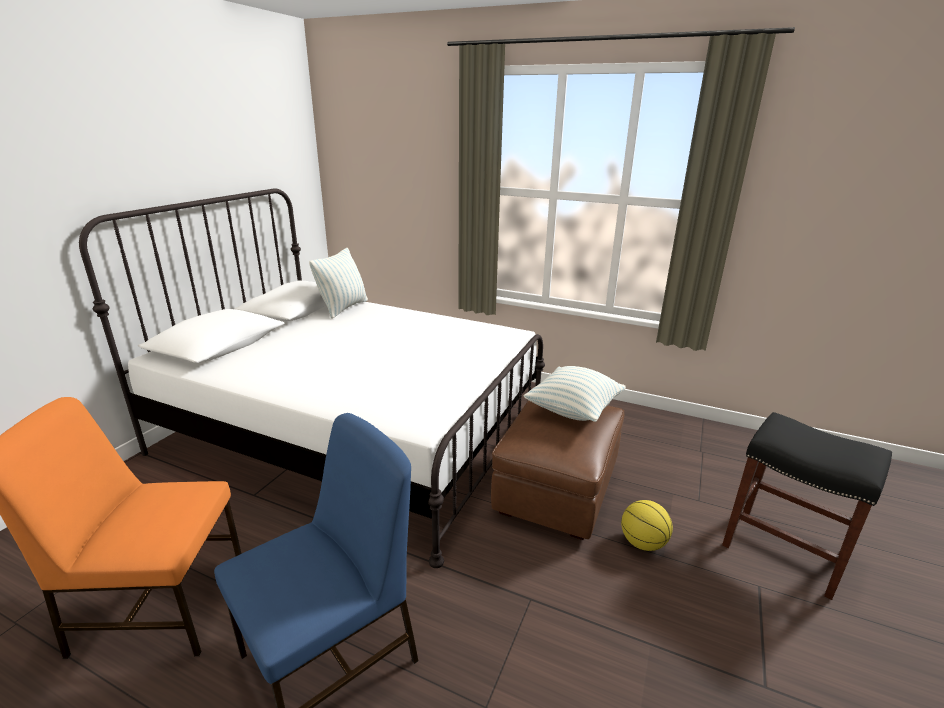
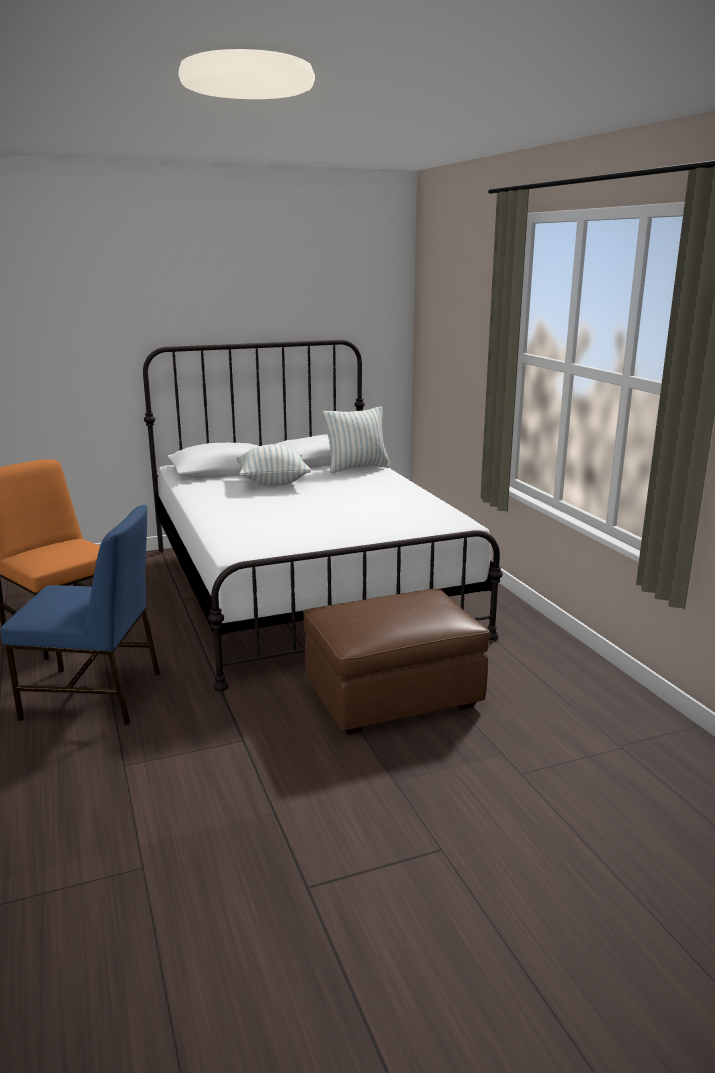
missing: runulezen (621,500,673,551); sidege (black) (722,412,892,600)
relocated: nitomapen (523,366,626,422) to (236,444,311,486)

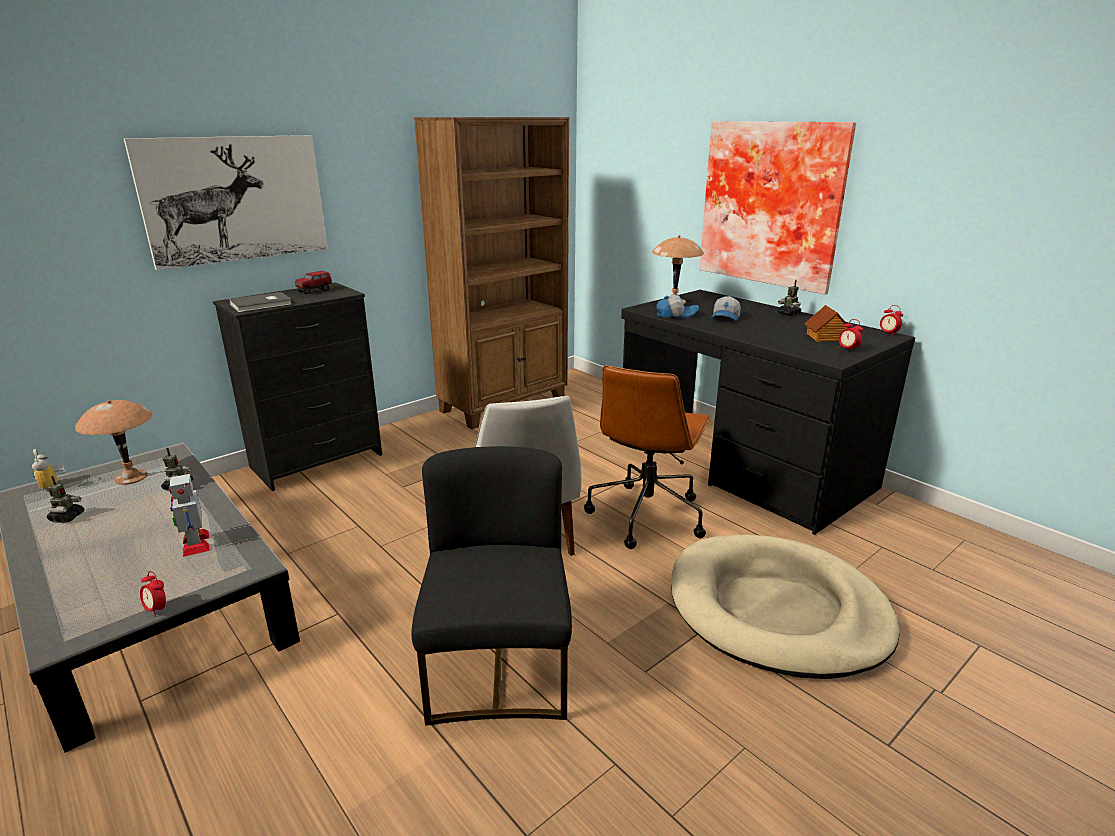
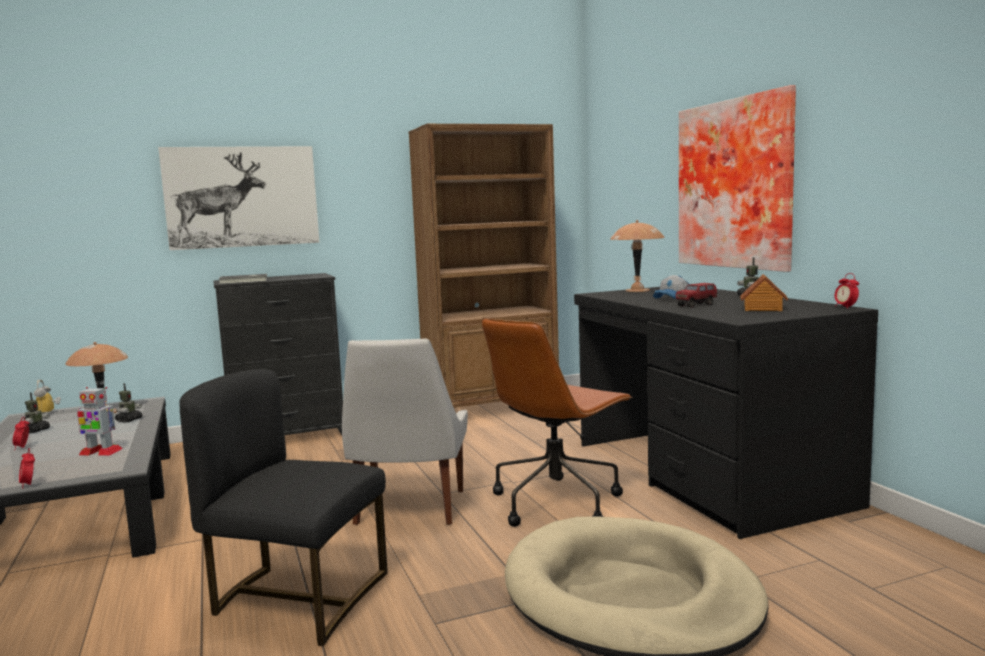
missing: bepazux (656,295,699,318)
relocated: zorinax (838,319,863,352) to (13,416,29,448); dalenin (295,271,332,294) to (676,283,717,308)
spun: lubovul (169,472,209,557) = (77,387,123,456) 75 degrees counterclockwise; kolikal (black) (411,446,572,726) = (180,369,388,646) 90 degrees counterclockwise

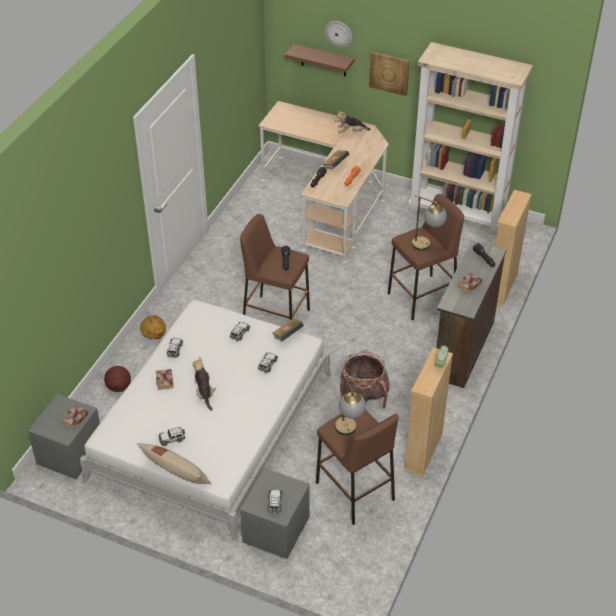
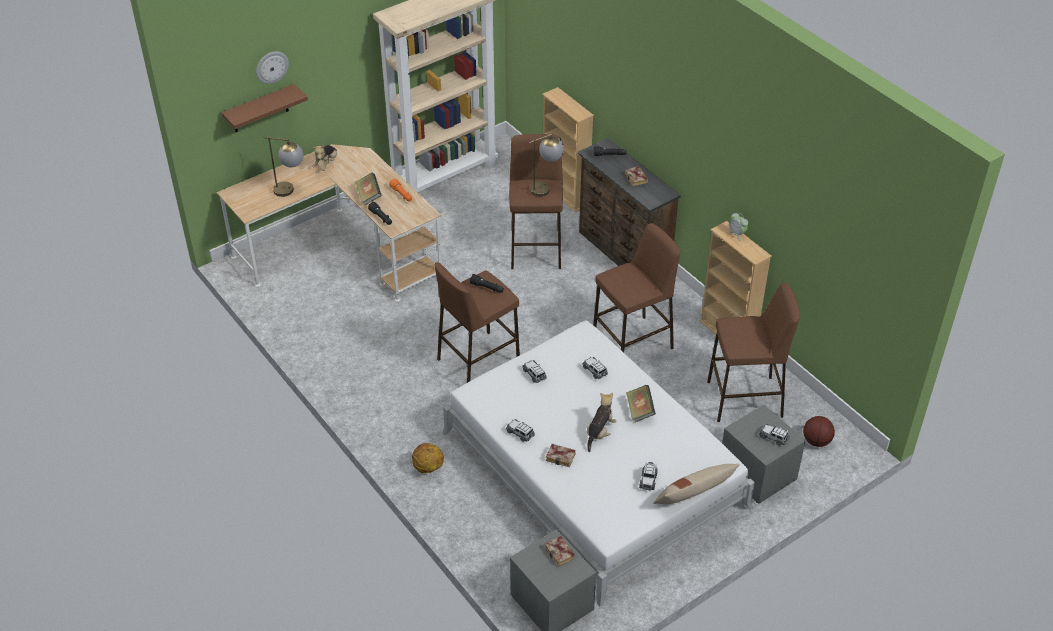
missing: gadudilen (369,52,410,96)
relocated: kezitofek (335,371,366,436) to (263,137,303,197); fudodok (272,318,304,341) to (626,385,656,422); runulezen (104,366,131,392) to (803,416,835,447)
exchanged: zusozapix (340,350,389,408) to sidege (brown) (593,223,680,352)
spun: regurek (193,356,216,411) = (587,392,616,452) 105 degrees clockwise

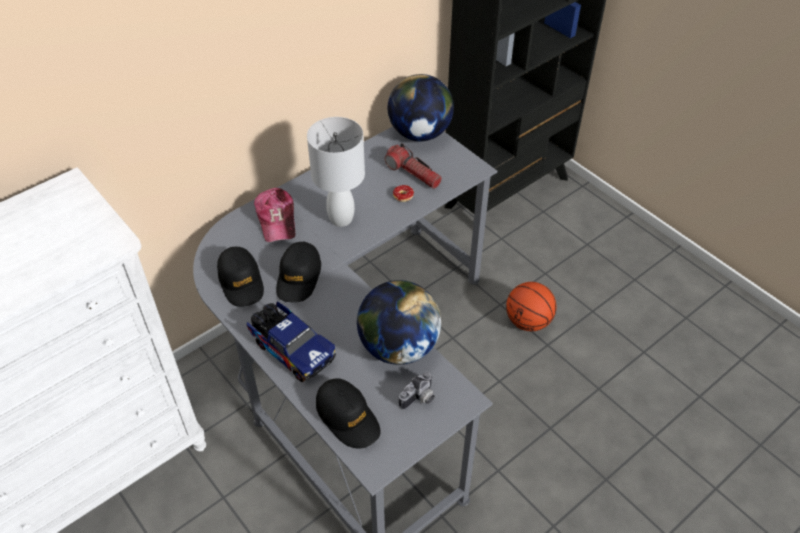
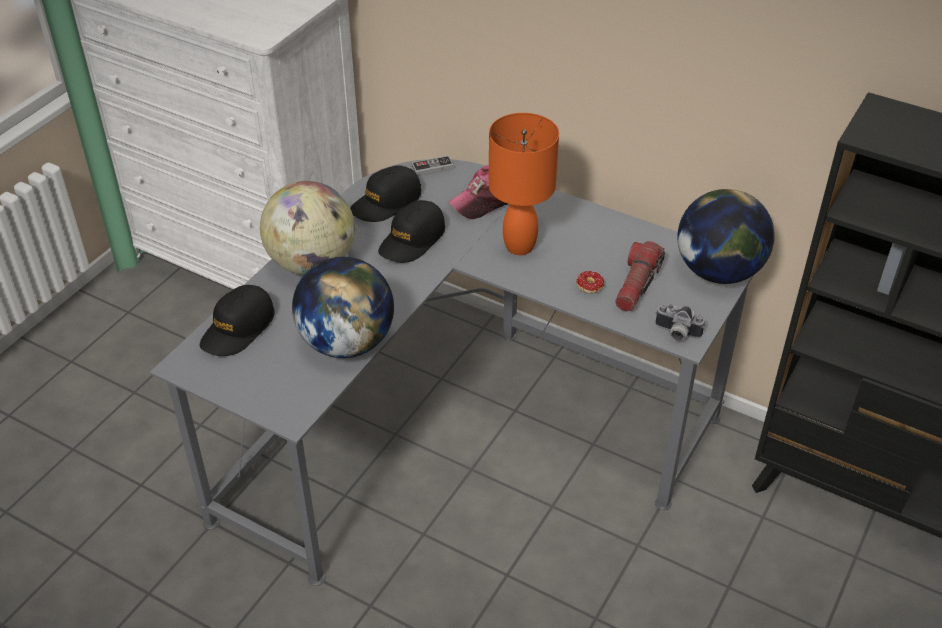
missing: runulezen (506,282,556,331)
appeared: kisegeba (412,155,454,176)
relocated: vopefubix (399,372,435,410) to (655,304,705,341)
exchanged: dalenin (247,301,336,382) to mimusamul (260,181,355,275)
colour: kezitofek (white) (307,117,365,227) to kezitofek (orange) (488,113,559,255)
spun: bepazux (black) (276,242,321,303) = (378,200,445,263) 45 degrees counterclockwise

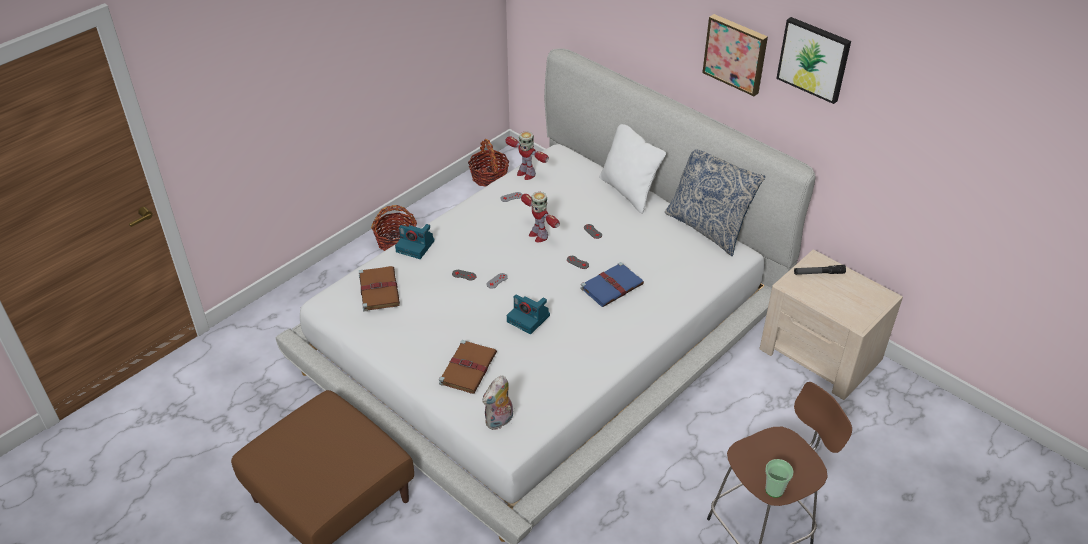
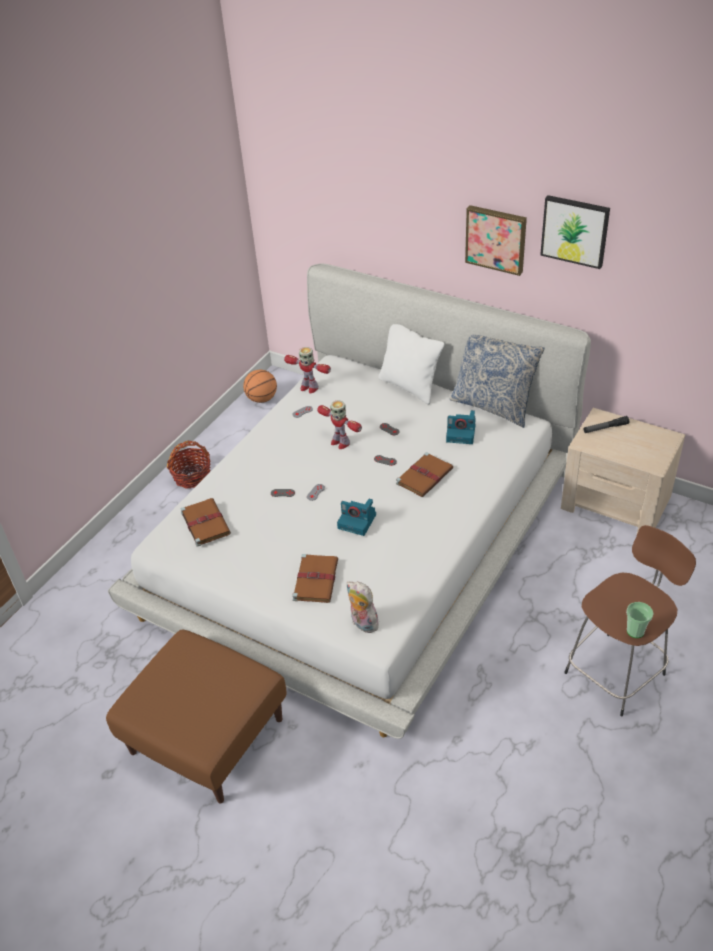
relocated: vopefubix (395,224,435,259) to (446,410,476,444)
exchanged: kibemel (468,139,509,187) to runulezen (243,370,277,403)
colour: fudodok (blue) (581,262,644,307) to fudodok (brown) (396,452,453,497)
spun: regurek (482,376,513,430) = (347,582,380,633) 105 degrees clockwise

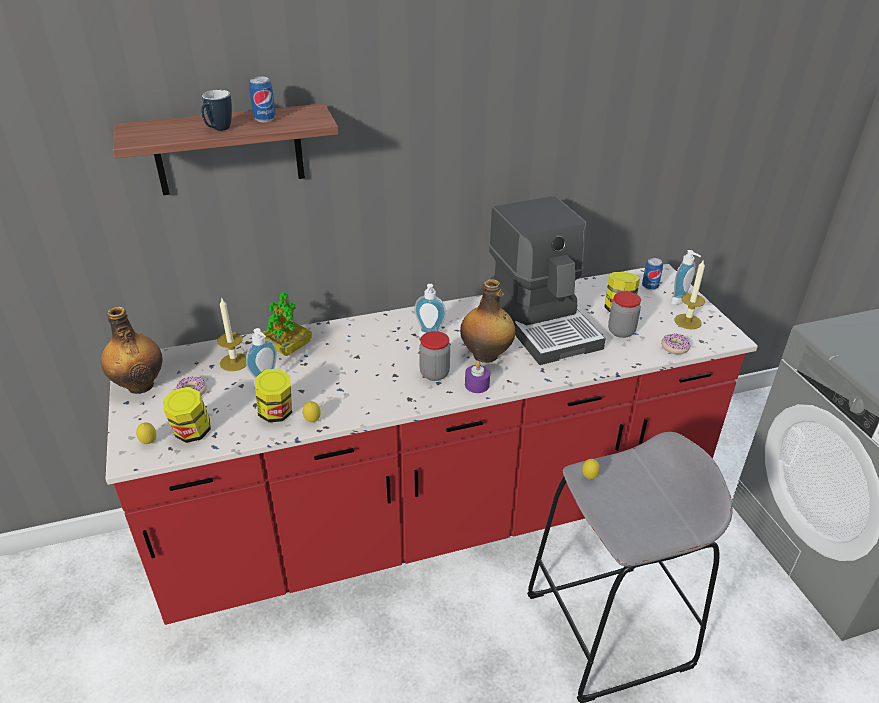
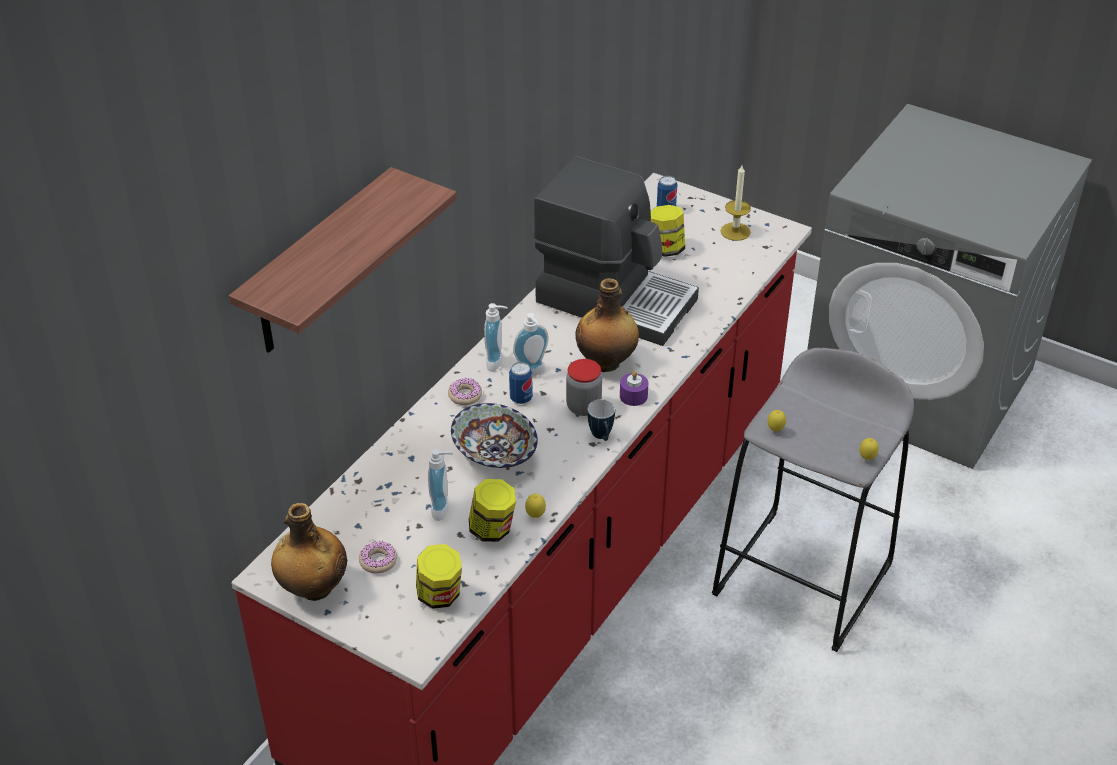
missing: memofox (217,297,246,371); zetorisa (263,292,312,356); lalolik (608,291,641,338)
appeared: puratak (451,403,538,468)
relocated: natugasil (661,334,690,354) to (448,378,482,405); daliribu (671,250,701,305) to (484,303,508,372); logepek (249,76,276,122) to (509,362,533,404); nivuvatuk (201,90,232,131) to (587,399,615,441); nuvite (136,422,156,444) to (860,438,879,460)

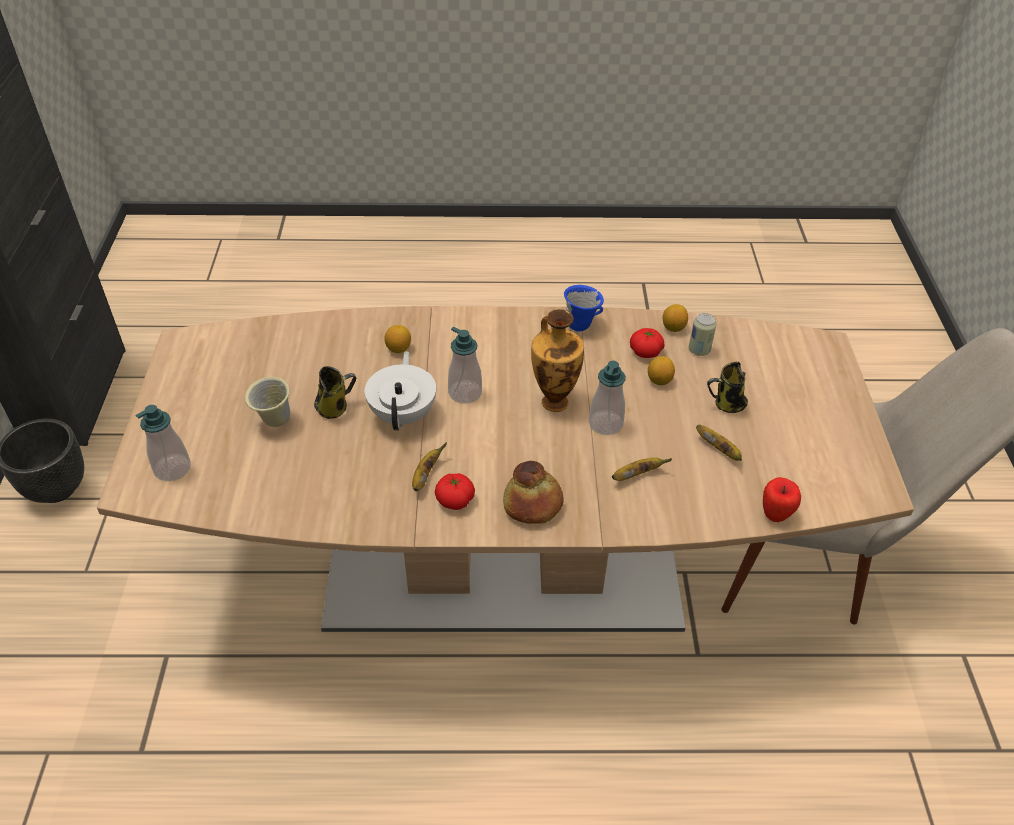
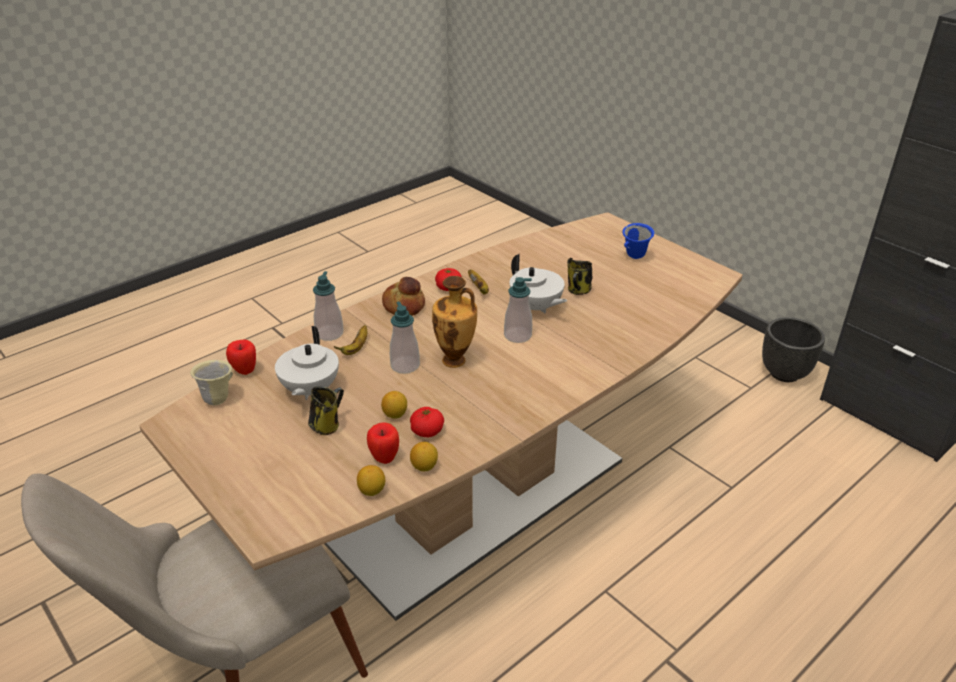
relocated: nivuvatuk (beige) (245,377,290,427) to (190,360,233,405); daliribu (136,405,191,481) to (313,271,344,341); nuvite (384,325,411,353) to (357,465,385,496); nivuvatuk (blue) (564,285,604,331) to (622,223,654,259)
exchanged: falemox (696,425,742,461) to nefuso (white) (275,326,339,400); logepek (689,313,716,356) to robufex (367,422,399,464)

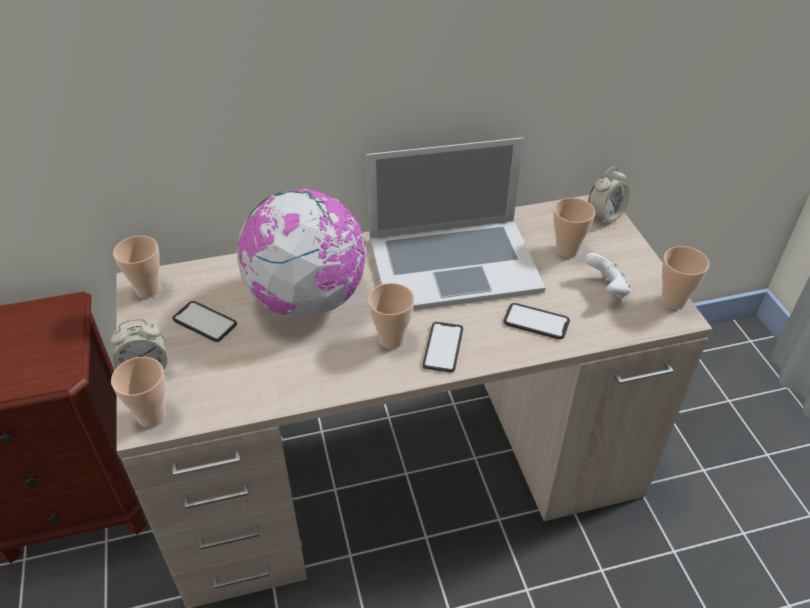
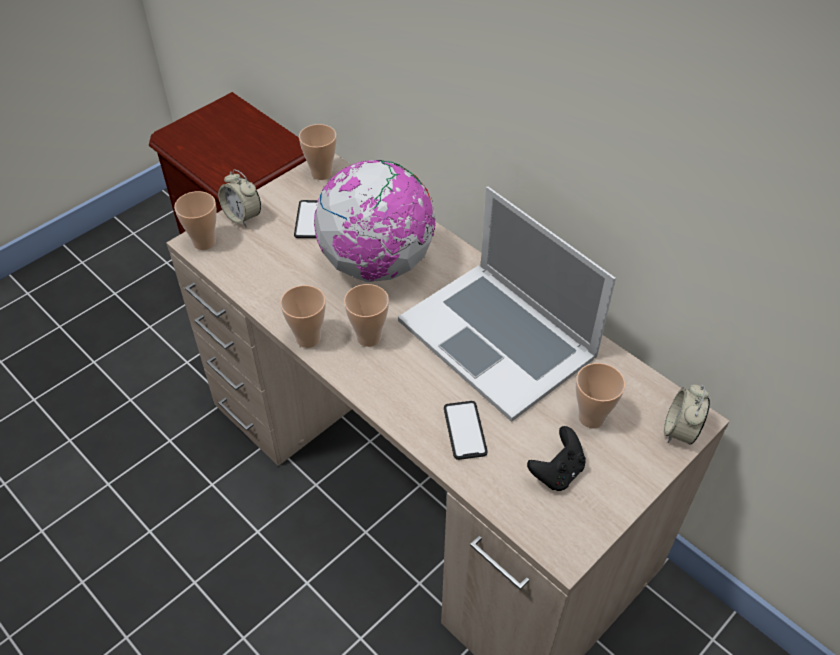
missing: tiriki (423,322,463,373)
relocated: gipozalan (661,246,709,309) to (280,285,326,348)
colour: kisegeba (white) (584,253,631,298) to kisegeba (black) (527,426,586,491)
spun: zorinax (588,166,630,225) = (664,385,710,445) 90 degrees clockwise

